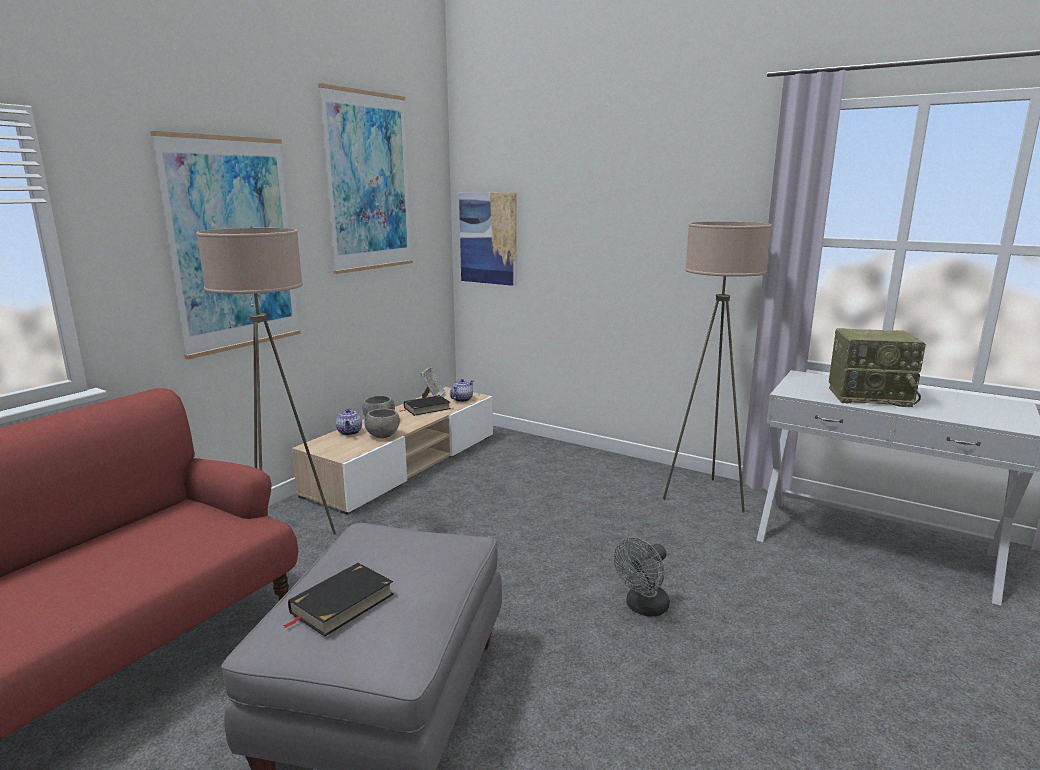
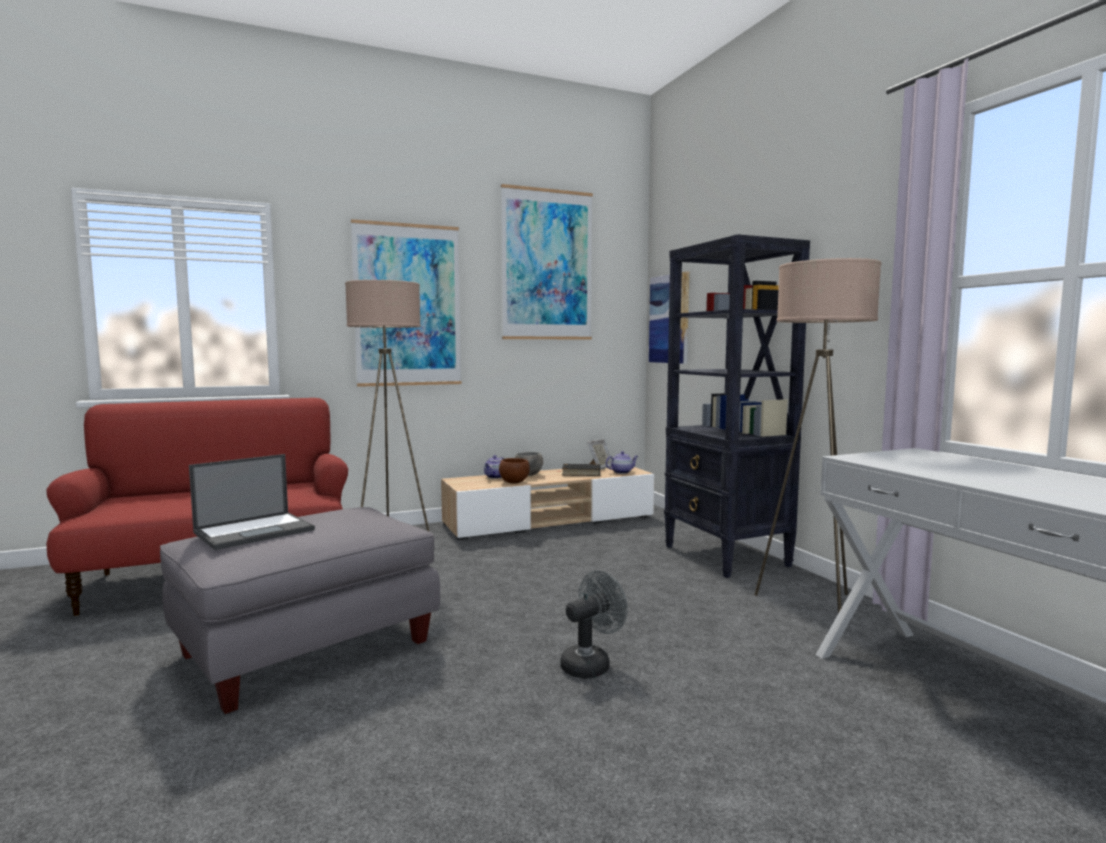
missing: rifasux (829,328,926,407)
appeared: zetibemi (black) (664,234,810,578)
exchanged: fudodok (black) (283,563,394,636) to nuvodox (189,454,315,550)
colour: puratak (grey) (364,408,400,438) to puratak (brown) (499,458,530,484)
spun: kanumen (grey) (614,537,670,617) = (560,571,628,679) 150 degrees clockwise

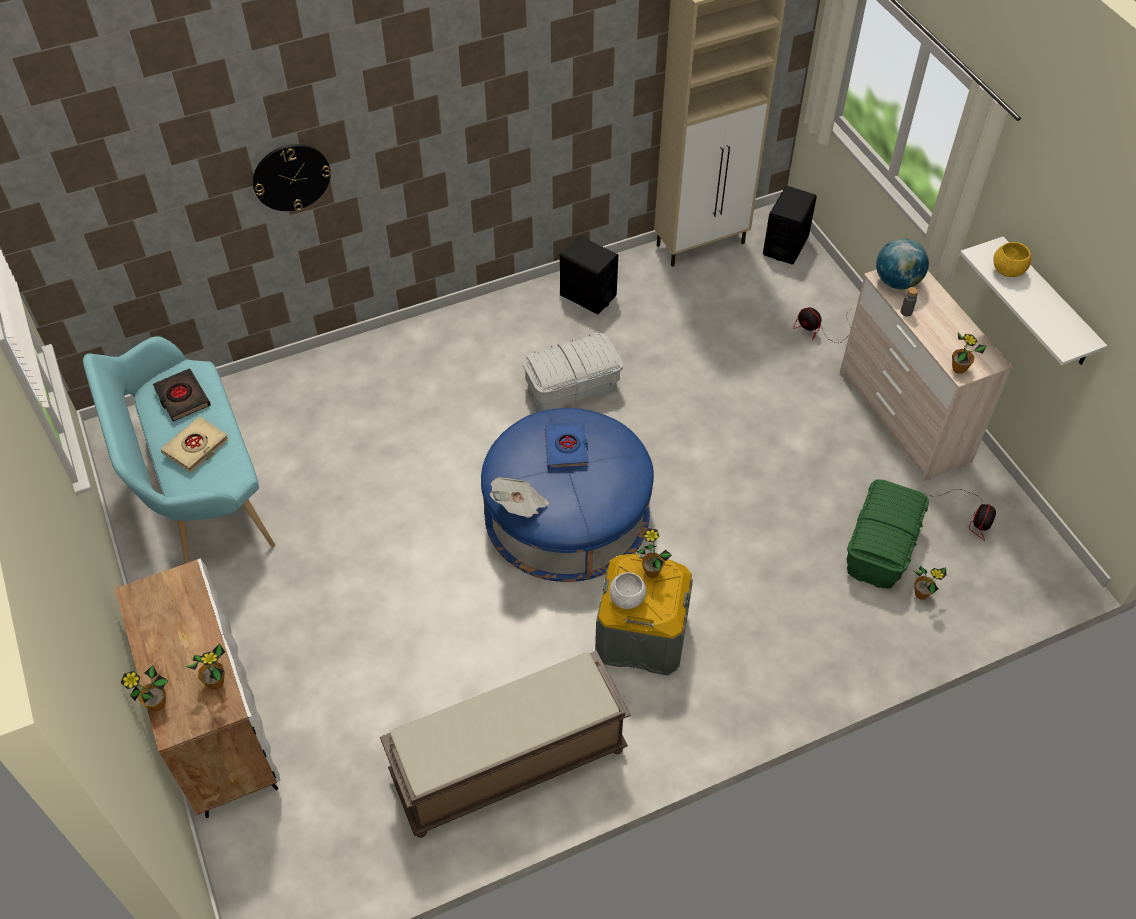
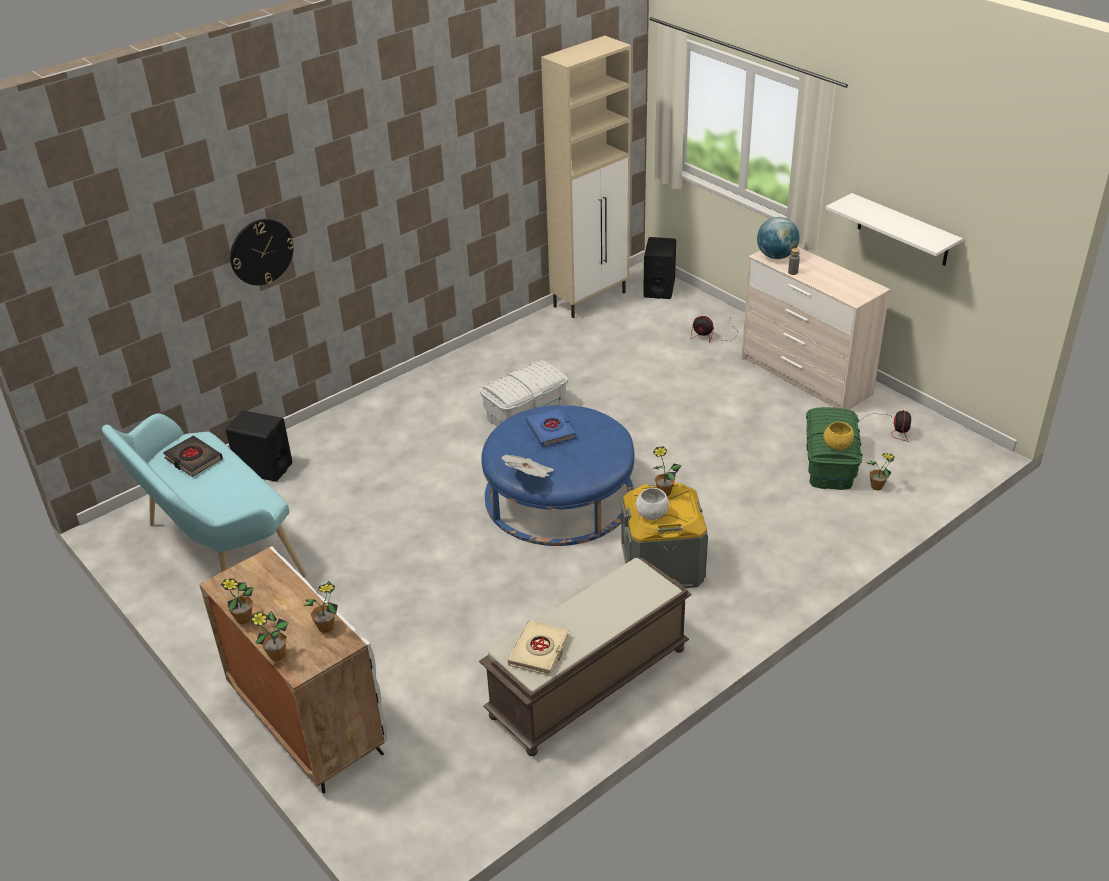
relocated: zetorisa (952,333,987,374) to (221,579,254,624); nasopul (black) (559,236,618,314) to (225,410,292,482); fudodok (beige) (161,416,229,472) to (508,620,570,676); puratak (yellow) (994,242,1031,277) to (823,422,854,450)

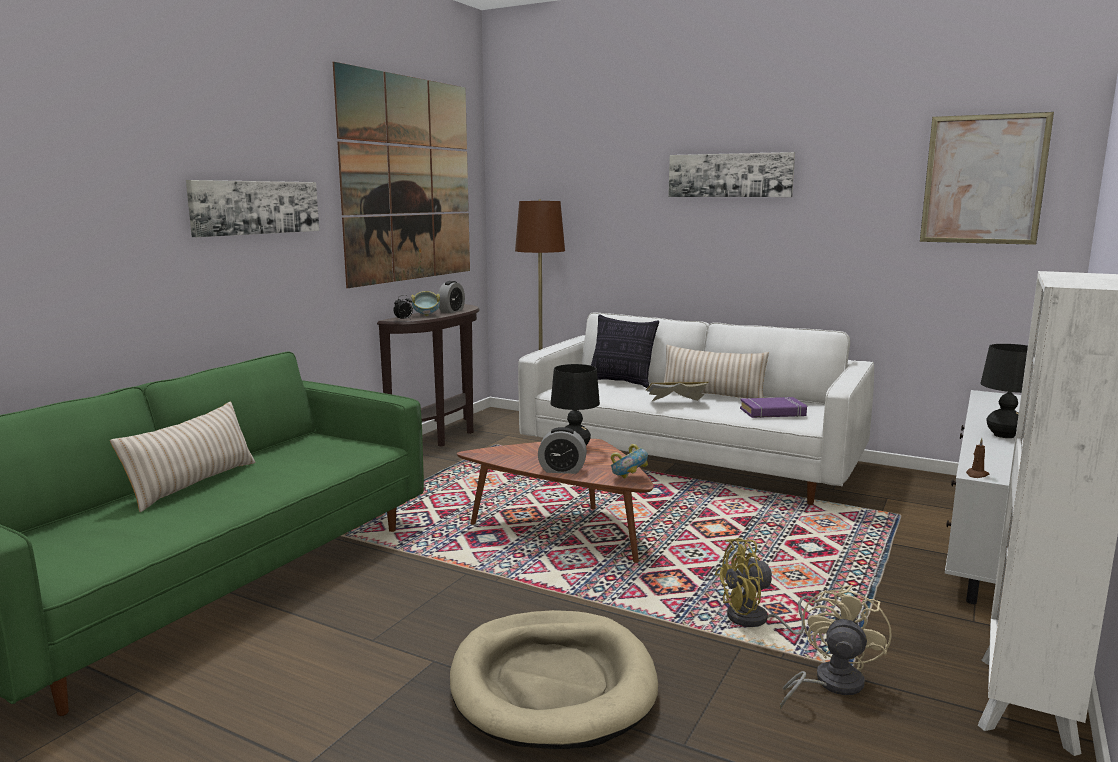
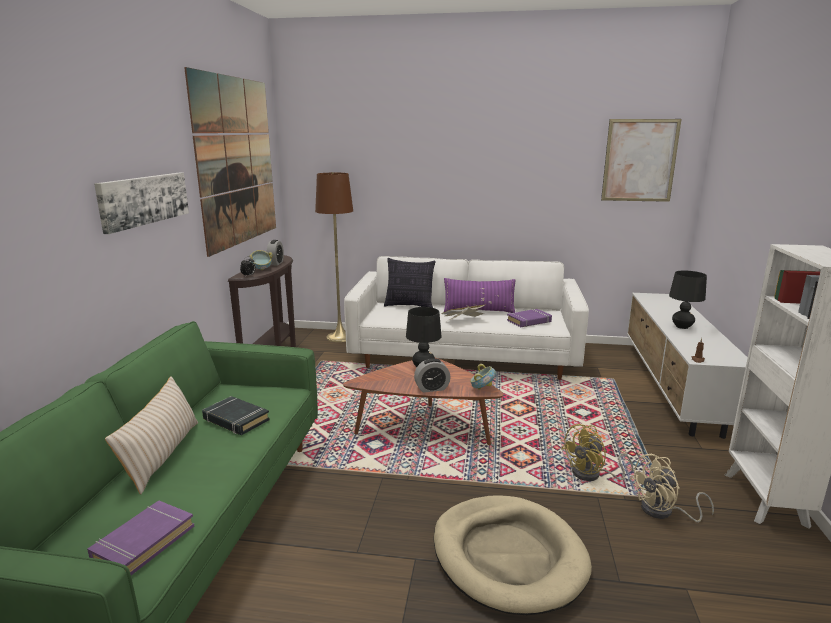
missing: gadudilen (668,152,795,197)
appeared: fudodok (purple) (87,501,194,575); fudodok (black) (202,396,270,435)
colour: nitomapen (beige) (664,345,769,398) to nitomapen (purple) (444,278,515,313)
spun: kanumen (beige) (780,585,892,709) = (630,454,714,522) 120 degrees counterclockwise

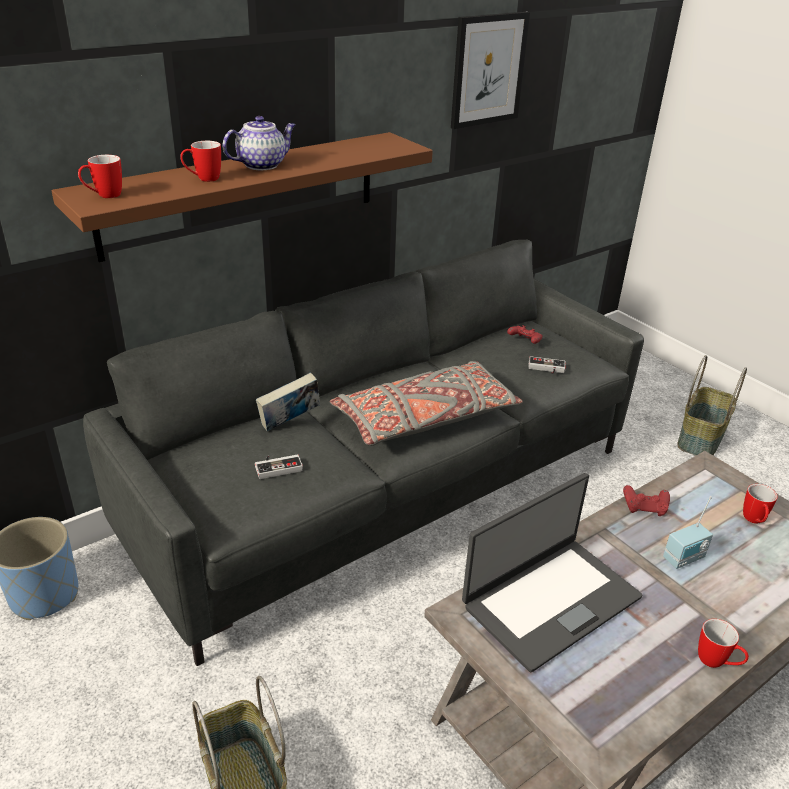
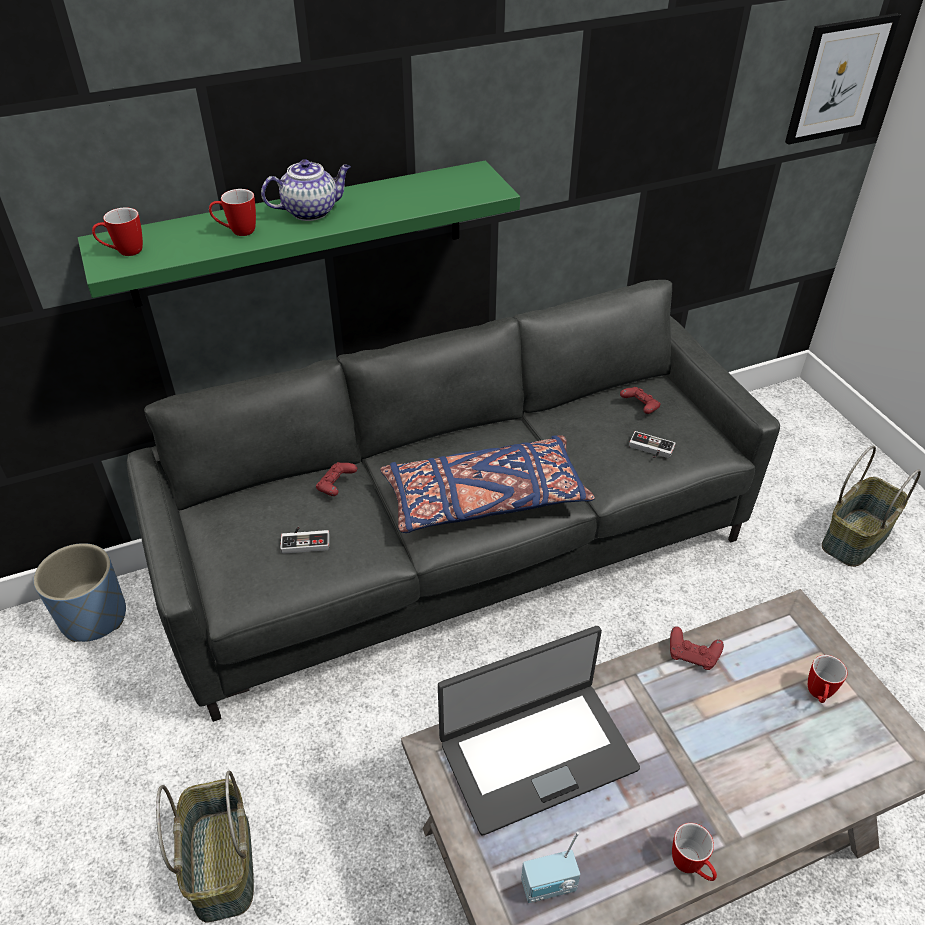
relocated: rifasux (663,496,713,569) to (521,832,580,903); gadudilen (451,12,530,129) to (785,13,901,145)
exchanged: fudodok (256,373,320,431) to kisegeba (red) (316,462,357,496)
colour: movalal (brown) (51,132,433,262) to movalal (green) (78,161,520,307); nitomapen (grey) (330,361,523,446) to nitomapen (blue) (380,435,595,533)

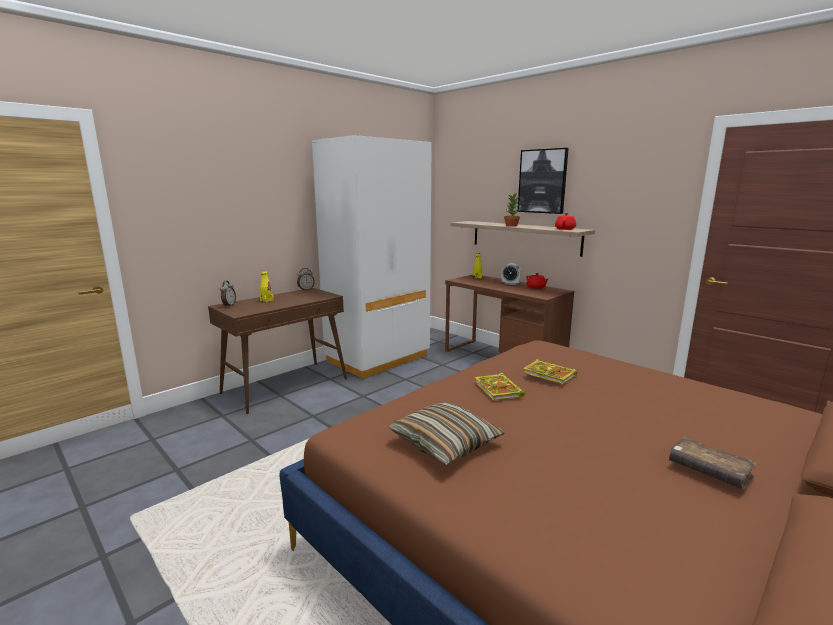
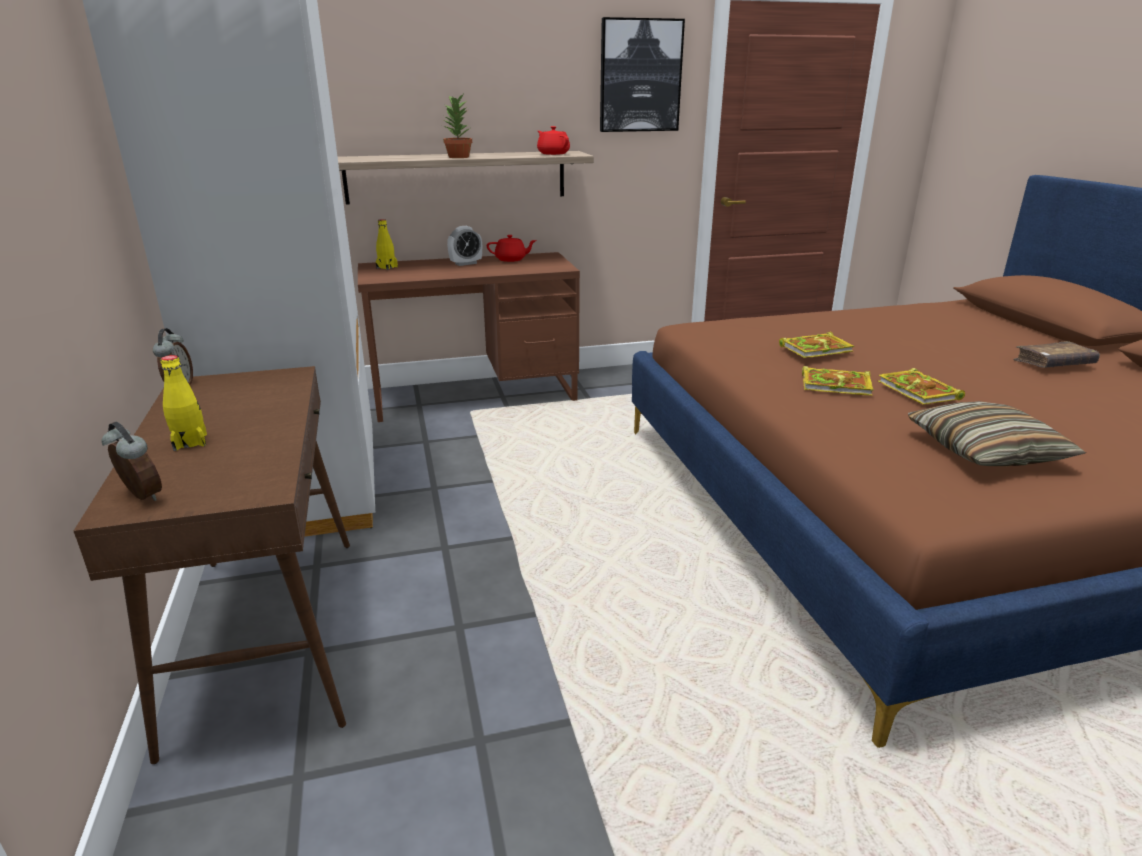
appeared: fudodok (878,368,965,405)
relocated: gadudilen (518,148,569,214) to (600,17,685,132)

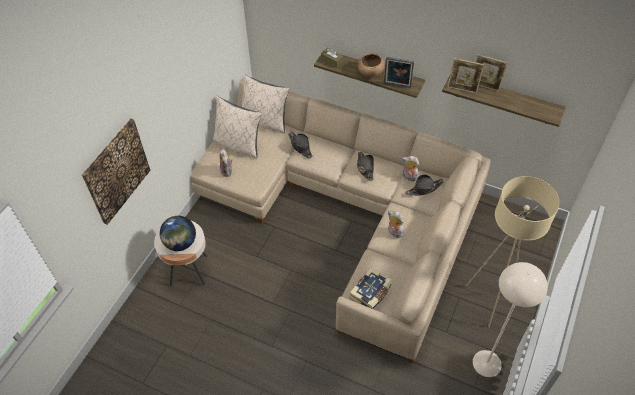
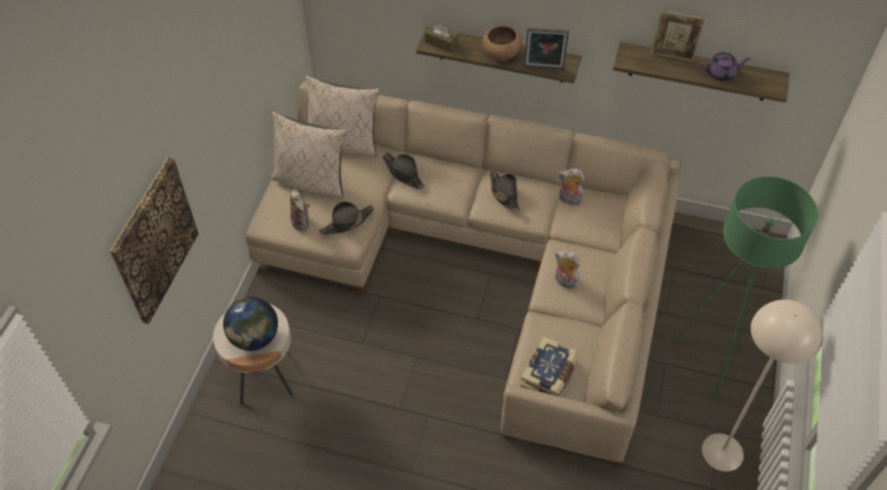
missing: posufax (448,58,485,93)
appeared: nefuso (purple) (701,52,751,81)
relocated: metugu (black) (405,174,444,196) to (319,202,374,235)
colour: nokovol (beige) (466,176,560,328) to nokovol (green) (671,176,818,401)

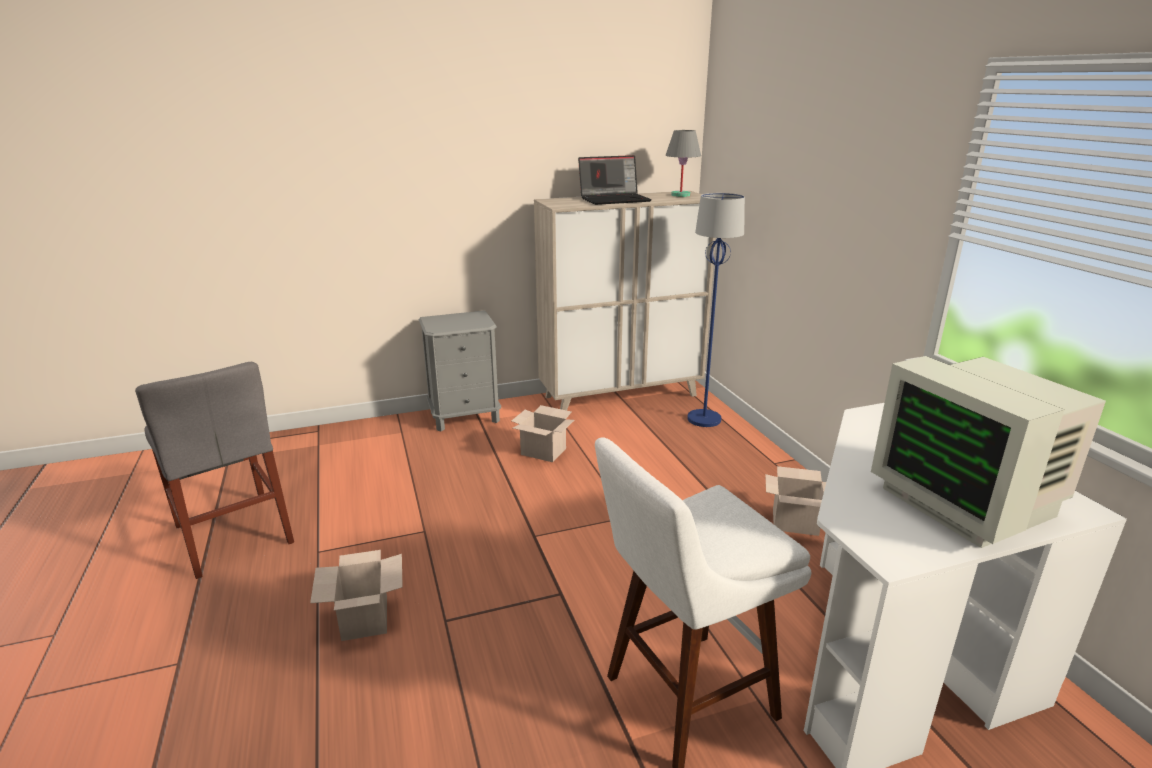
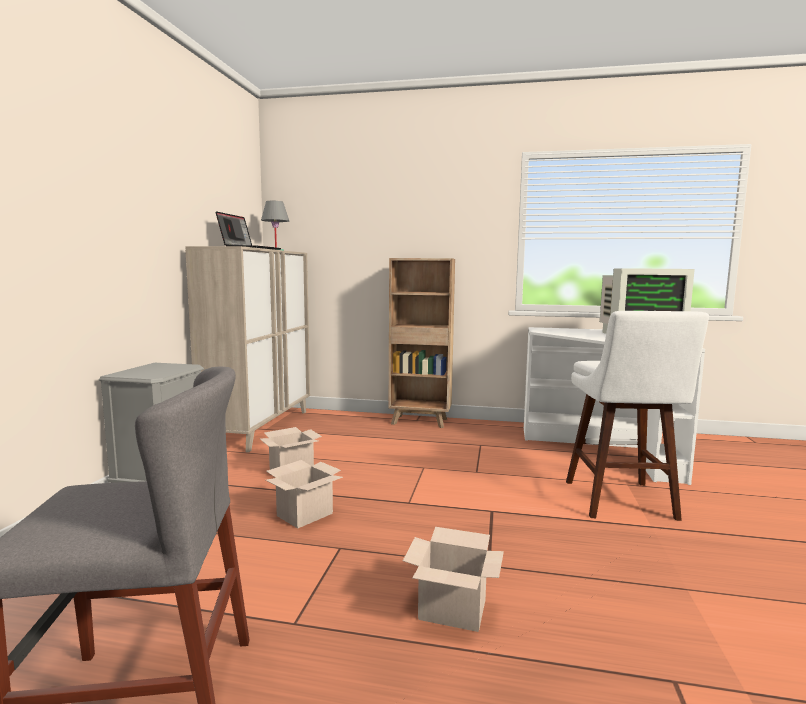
missing: nokovol (blue) (687,193,745,427)
appeared: zetibemi (brown) (389,258,455,428)
relocated: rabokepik (765,466,826,536) to (266,460,343,528)

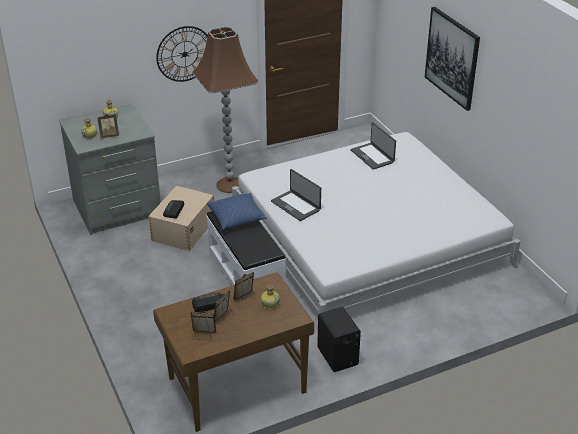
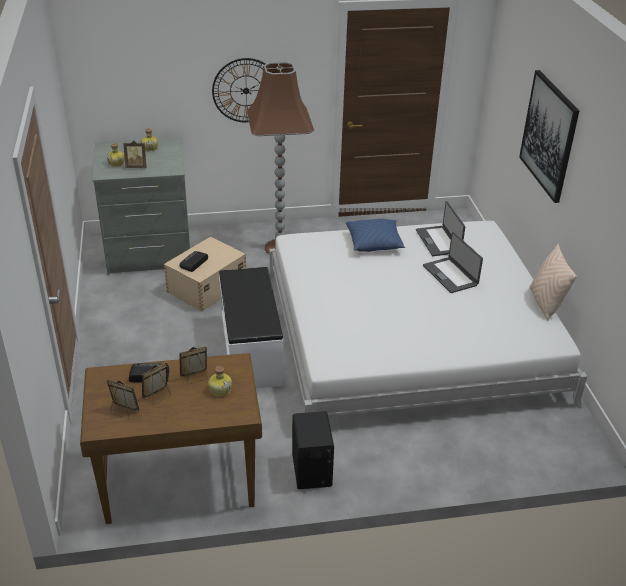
appeared: nitomapen (beige) (530,244,577,321)
relocated: nitomapen (blue) (207,193,267,230) to (346,219,405,252); nuvodox (271,169,321,221) to (423,232,483,293)

